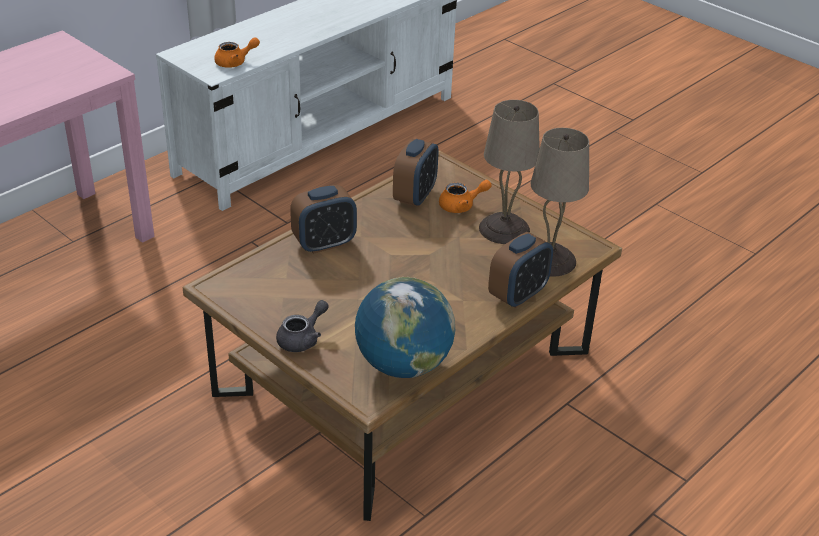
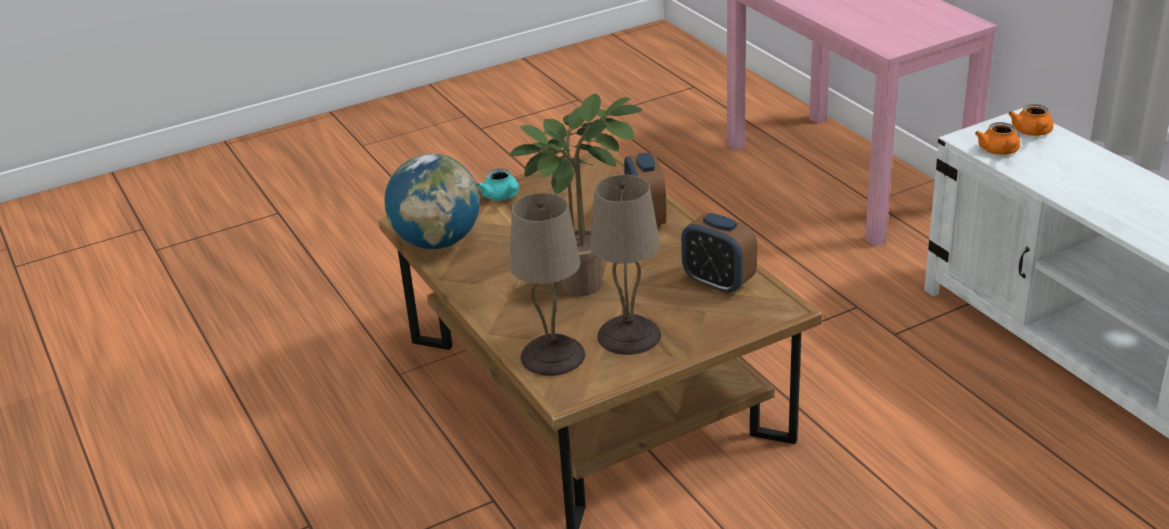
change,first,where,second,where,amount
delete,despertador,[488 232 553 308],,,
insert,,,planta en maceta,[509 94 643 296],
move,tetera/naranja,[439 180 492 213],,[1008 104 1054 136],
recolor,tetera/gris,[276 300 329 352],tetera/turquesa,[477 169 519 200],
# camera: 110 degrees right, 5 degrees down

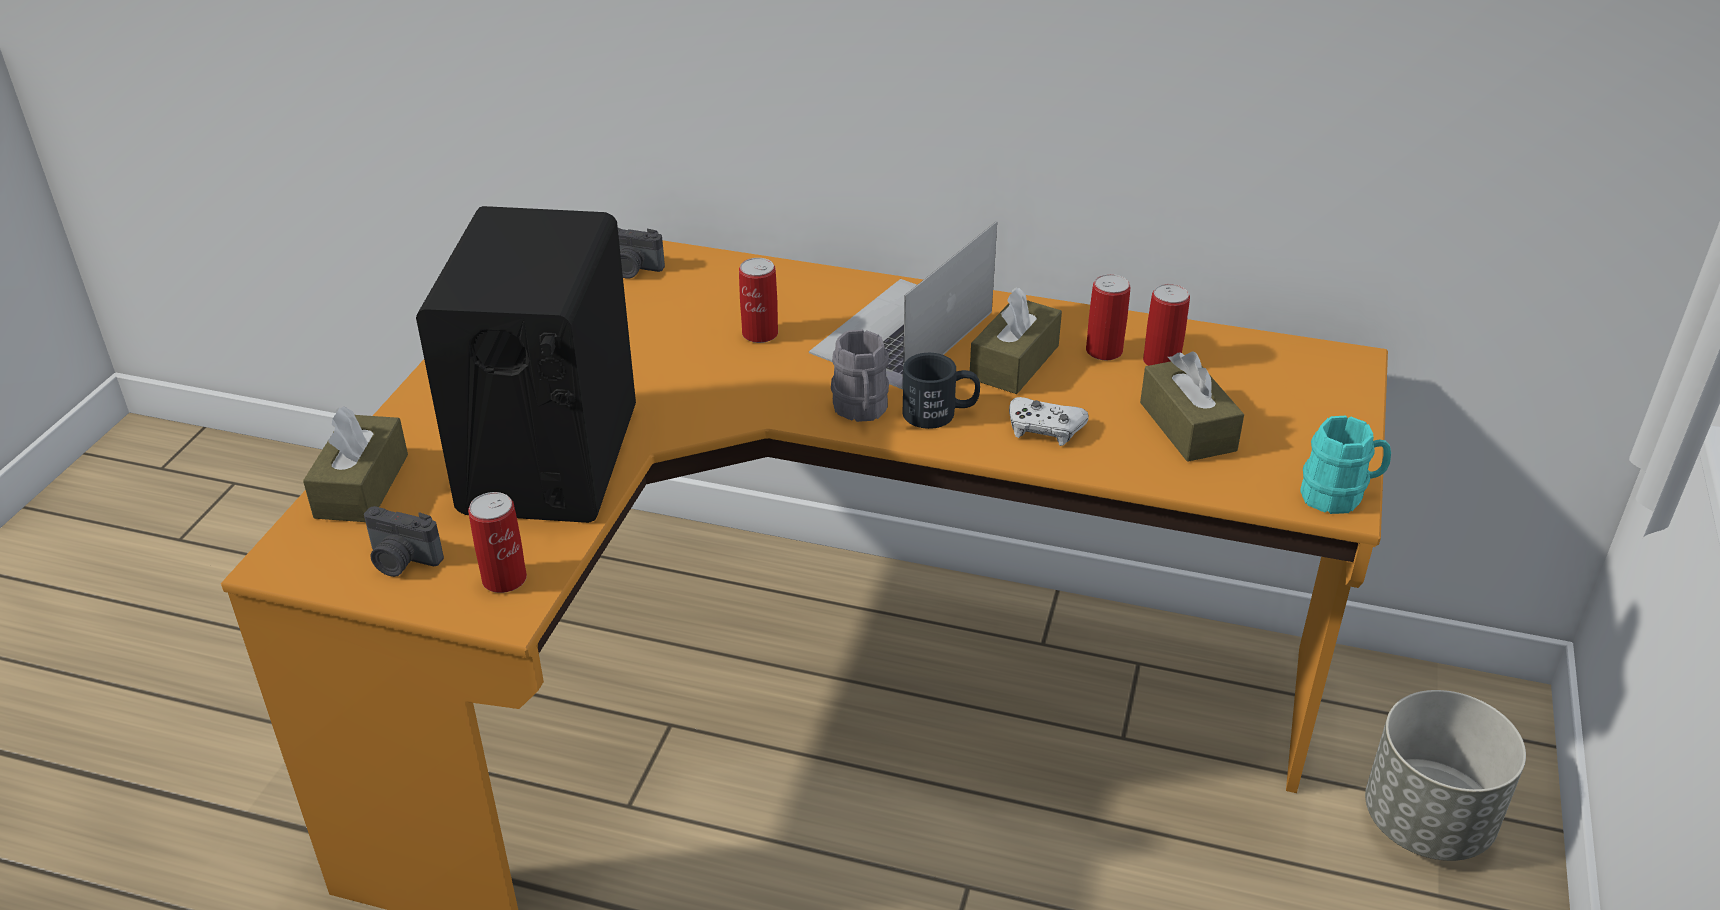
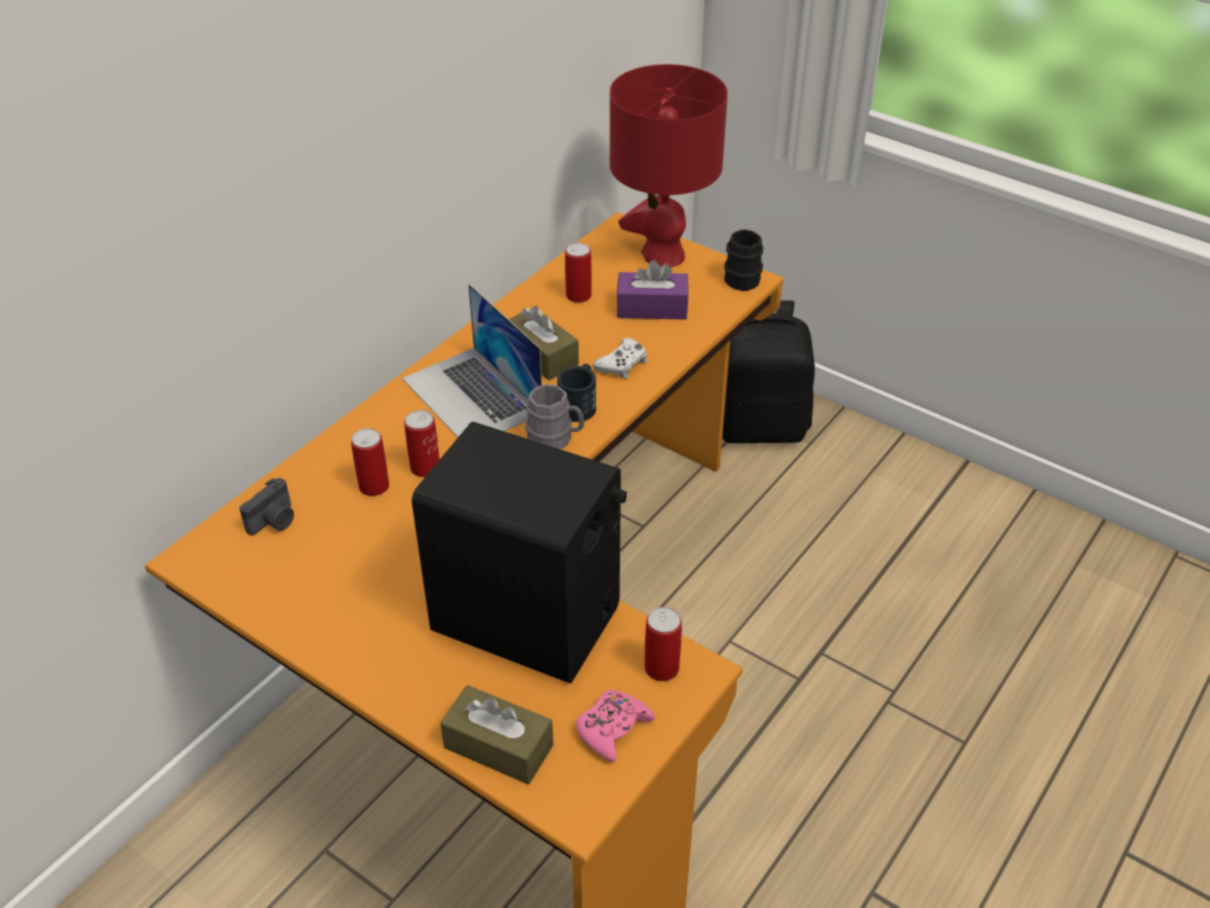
change,first,where,second,where,amount
insert,,,lámpara de mesa/rojo,[610 64 728 268],
move,lata,[1086 274 1131 361],,[351 428 389 496],
replace,cámara,[364 506 444 577],mando de consola/rosa,[576 690 655 763],
replace,maceta/gris,[1365 690 1526 861],mochila/negro,[722 300 815 443],
recolor,caja de pañuelos/marrón,[1140 351 1244 462],caja de pañuelos/morado,[616 260 689 320],
recolor,taza grande/turquesa,[1301 416 1391 514],taza grande/negro,[724 229 763 291],
# camera: 70 degrees left, 5 degrees up

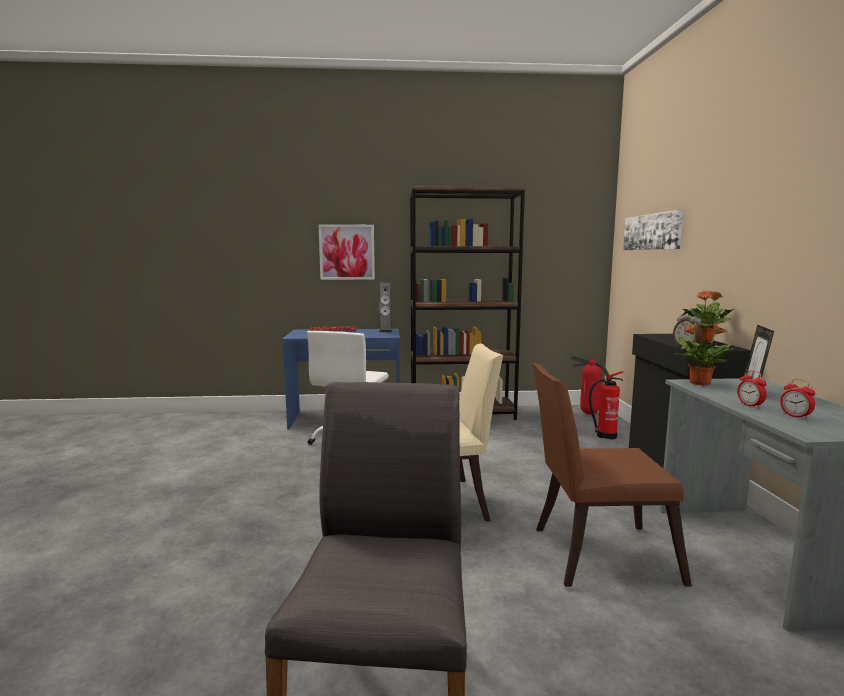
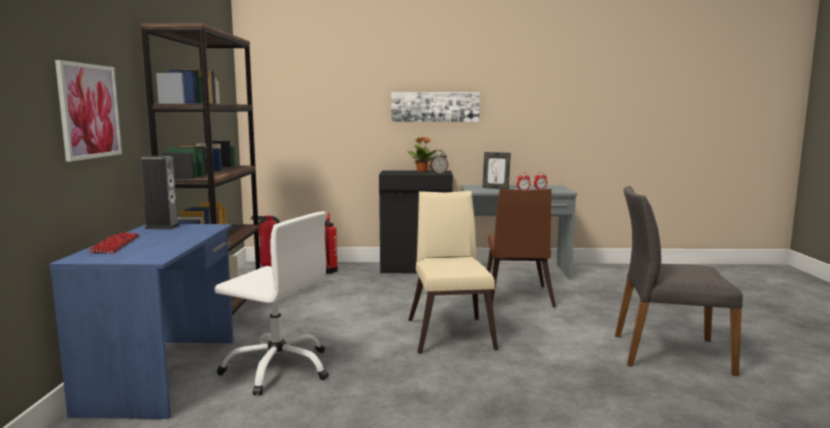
change,first,where,second,where,amount
delete,planta en maceta,[675 323 733 386],,,
move,cuadro,[623 210 683 250],,[391 92 480 122],
# camera: 85 degrees left, 0 degrees up

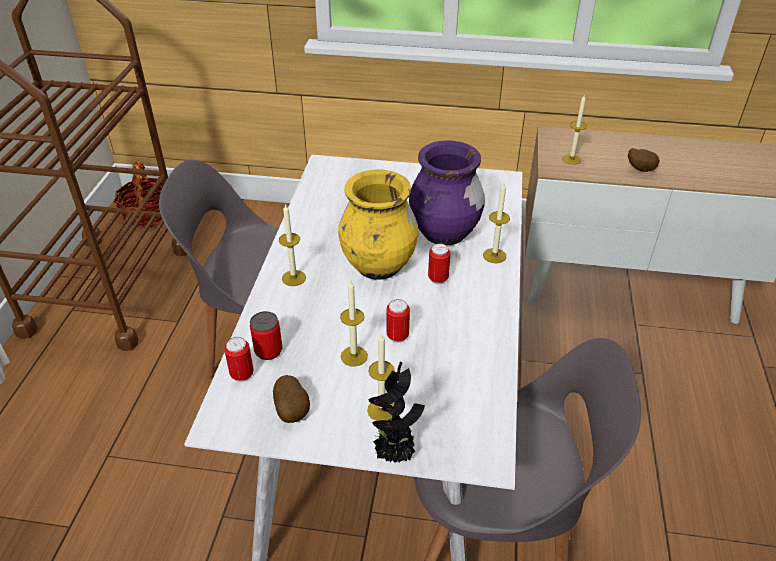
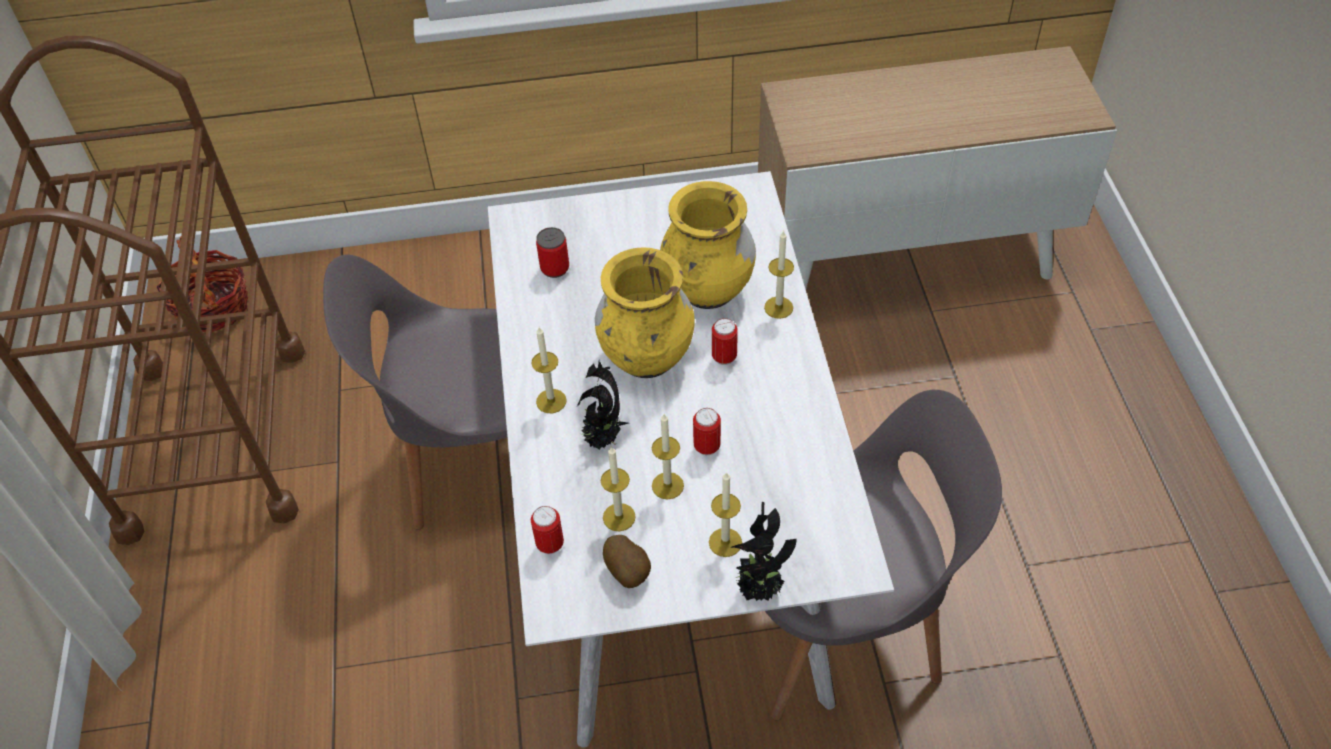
change,first,where,second,where,amount
delete,patata,[628 148 660 172],,,
insert,,,planta en maceta,[577 359 629 450],
move,lata,[250 311 283 360],,[536 227 569 278],
move,vela,[562 94 587 165],,[601 446 636 532],
recolor,florero/morado,[409 140 485 246],florero/amarillo,[660 181 756 309],
# camera: 15 degrees left, 10 degrees up

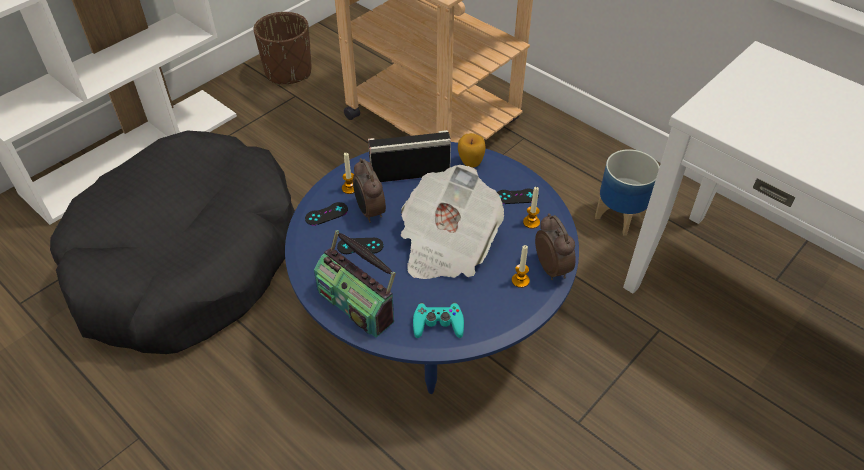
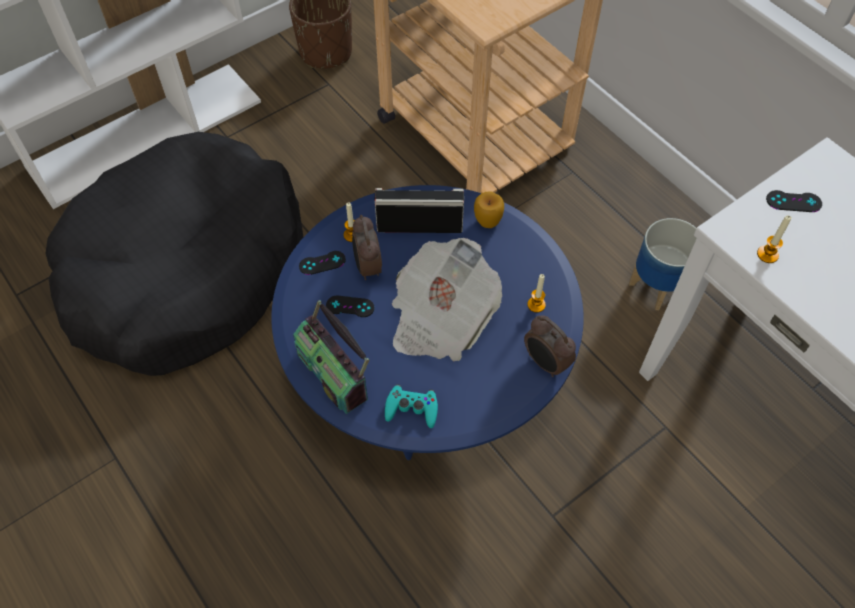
change,first,where,second,where,amount
move,mando de consola/negro,[497 188 539 204],,[766 190 822 212],
move,vela,[512 245 530 288],,[757 216 792 263],
rotate,despertador,[535 213 576 280],,[524 315 576 377],150 degrees clockwise
# camera: 10 degrees right, 10 degrees up

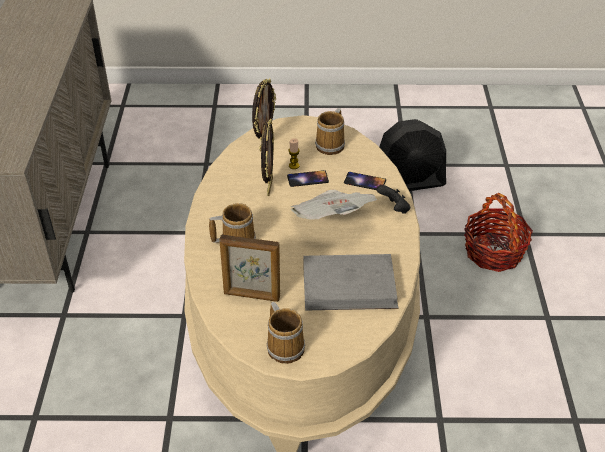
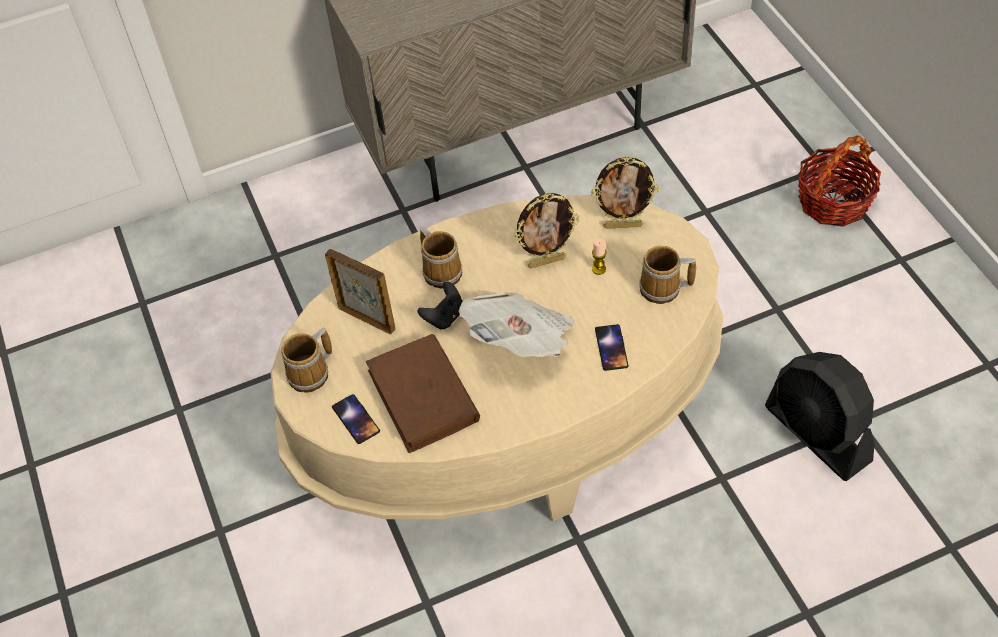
change,first,where,second,where,amount
move,móvil,[287 170 329 187],,[332 394 380 444],
move,mando de consola/negro,[377 185 410 214],,[418 282 463 329],
move,cesta,[464 193 533 272],,[798 135 881 227],
recolor,libro/gris,[303 254 398 310],libro/marrón,[366 334 480 453],
rotate,portarretratos,[219 234 280 302],,[325 249 395 334],135 degrees clockwise
# camera: 70 degrees right, 10 degrees up

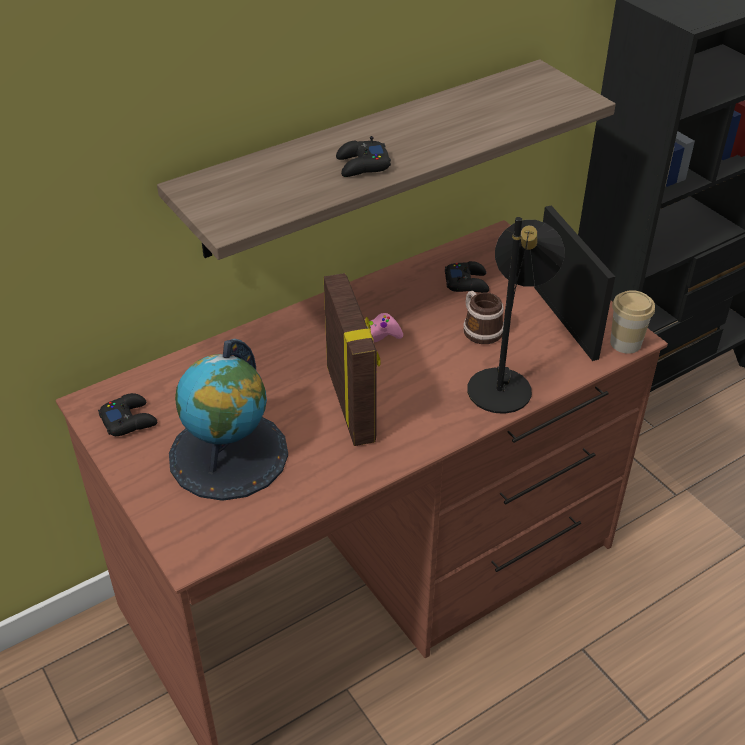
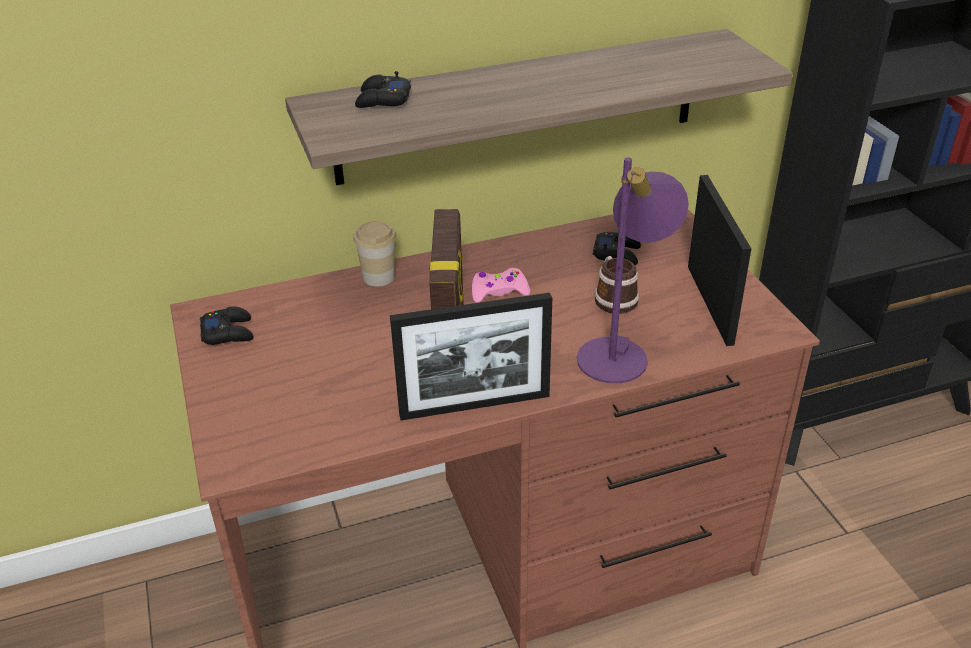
change,first,where,second,where,amount
delete,globo terráqueo,[169 339 288 501],,,
insert,,,portarretratos,[390 293 552 420],
move,mando de consola/negro,[336 136 391 177],,[355 71 411 108],
move,taza,[610 290 655 354],,[353 221 396 286],
recolor,lámpara de mesa/negro,[467 217 564 414],lámpara de mesa/morado,[577 157 689 383],
# camera: 15 degrees right, 5 degrees down

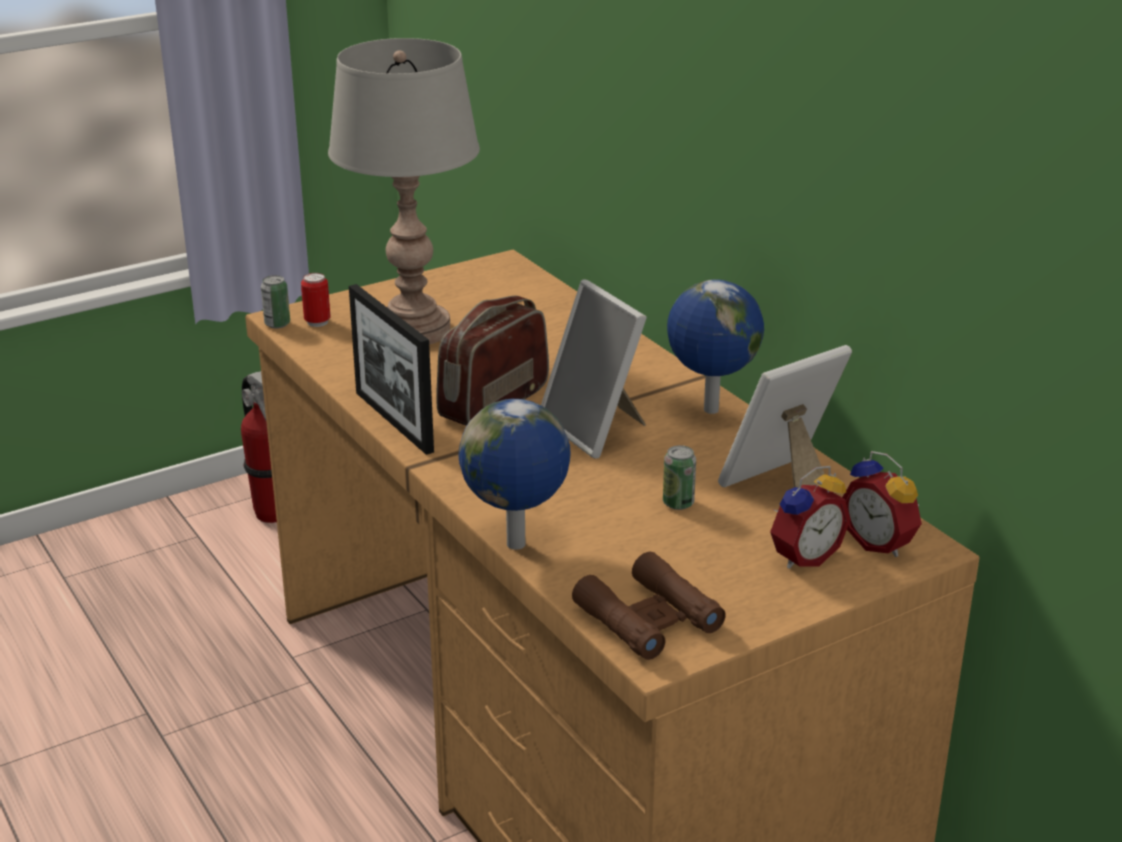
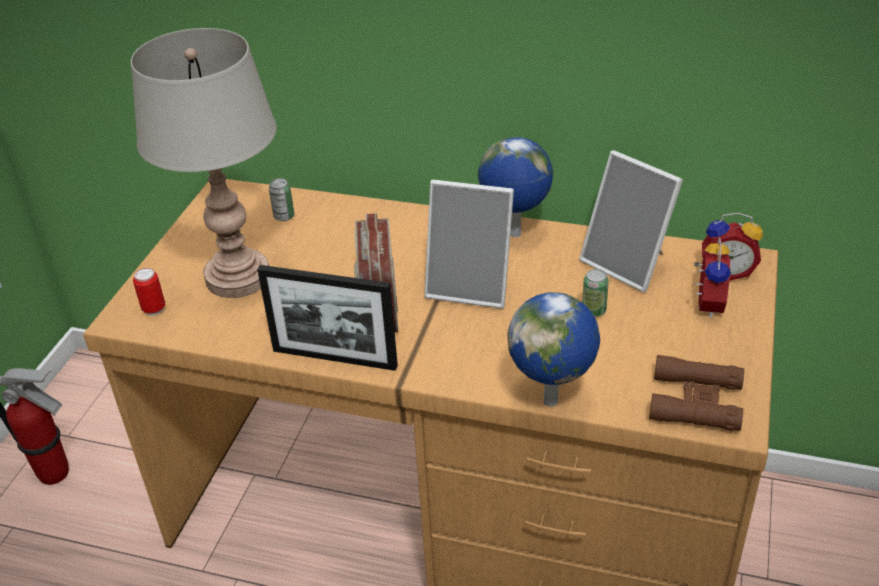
change,first,where,second,where,amount
move,lata,[261 275 290 328],,[269 178 294 221],
rotate,portarretratos,[718 345 852 488],,[579 150 683 292],60 degrees counterclockwise
# camera: 40 degrees left, 10 degrees up

